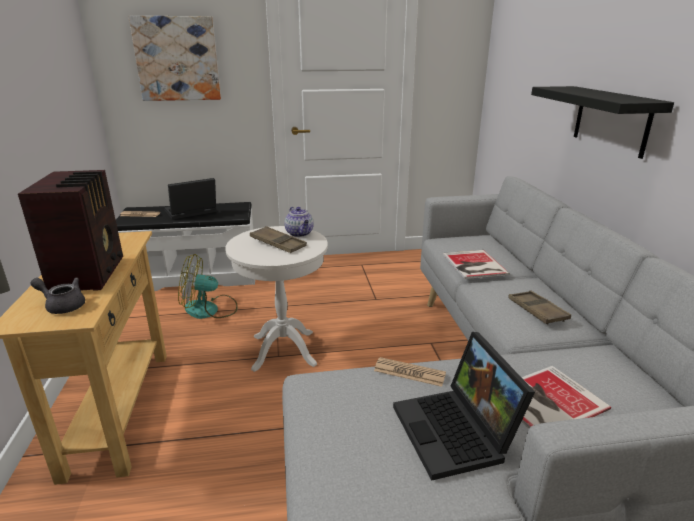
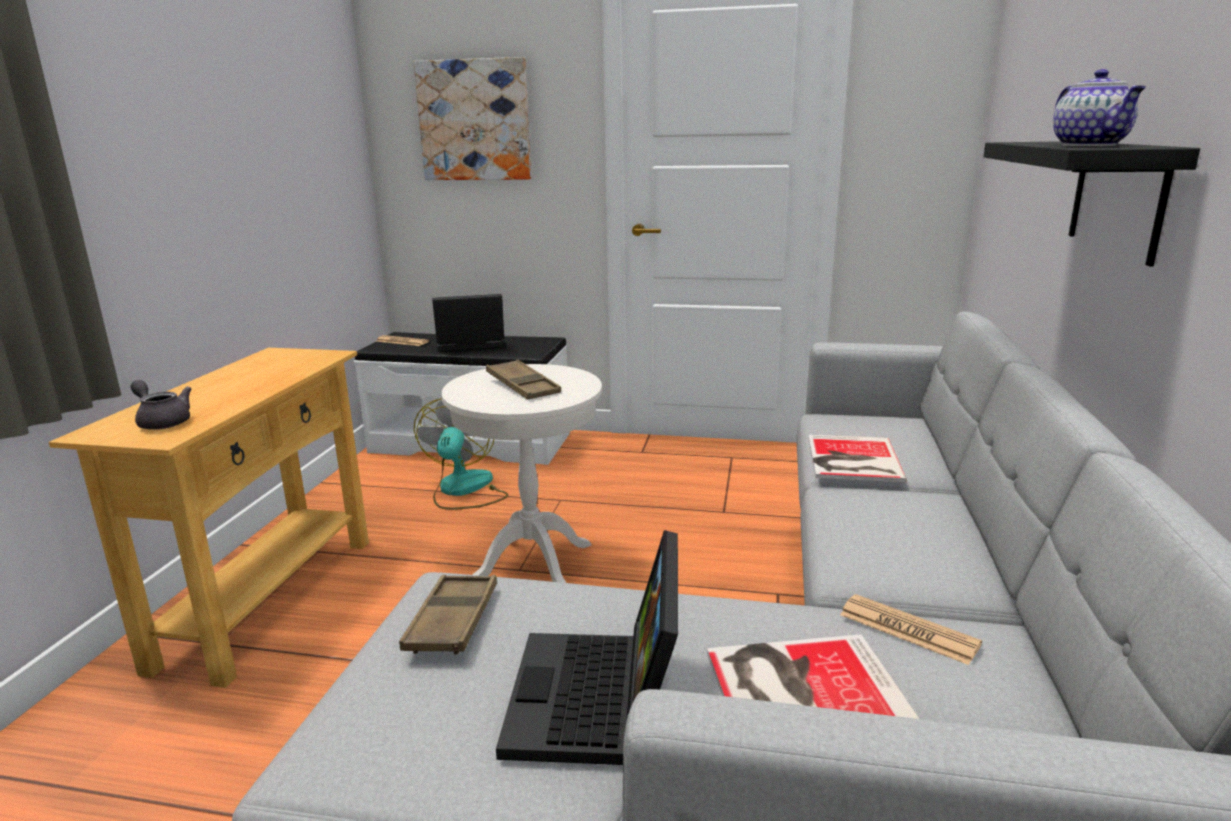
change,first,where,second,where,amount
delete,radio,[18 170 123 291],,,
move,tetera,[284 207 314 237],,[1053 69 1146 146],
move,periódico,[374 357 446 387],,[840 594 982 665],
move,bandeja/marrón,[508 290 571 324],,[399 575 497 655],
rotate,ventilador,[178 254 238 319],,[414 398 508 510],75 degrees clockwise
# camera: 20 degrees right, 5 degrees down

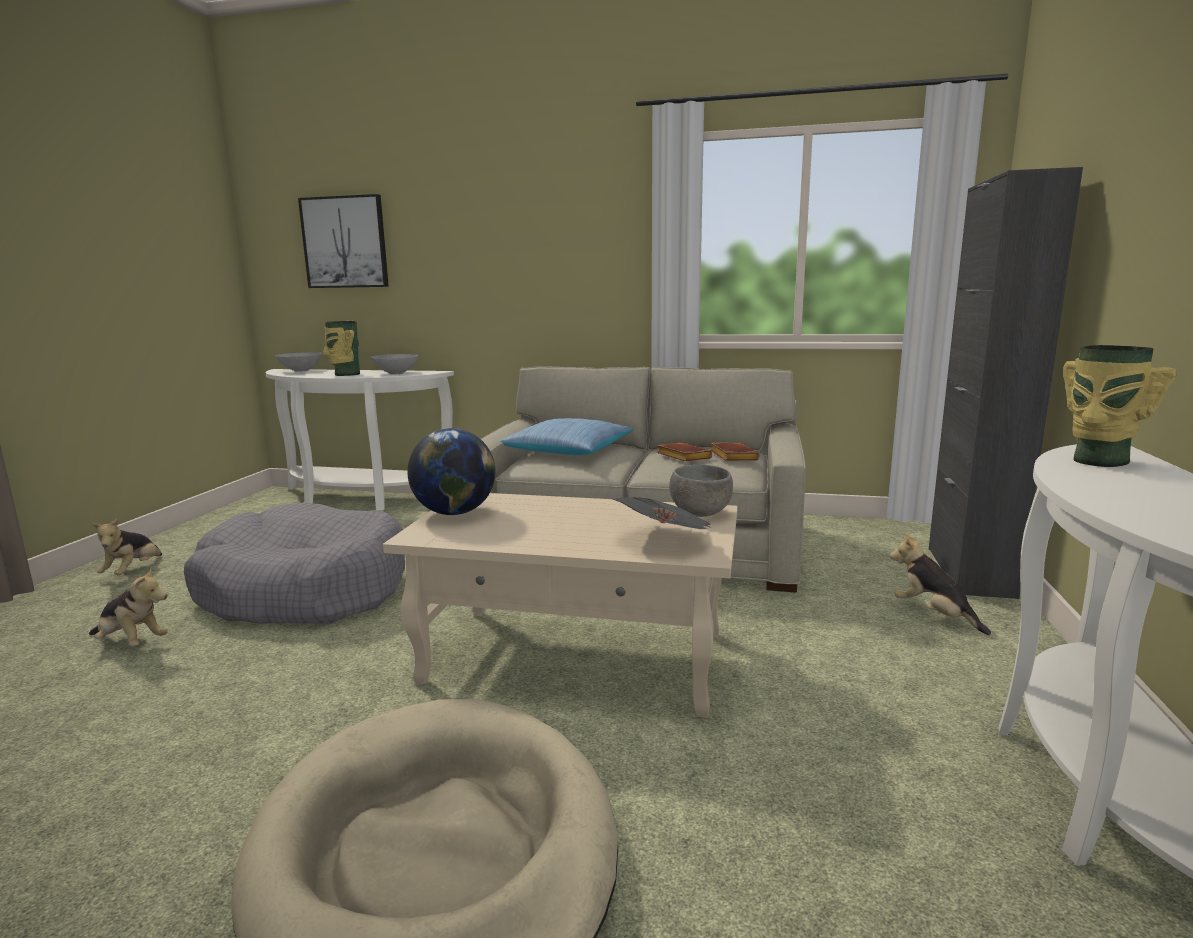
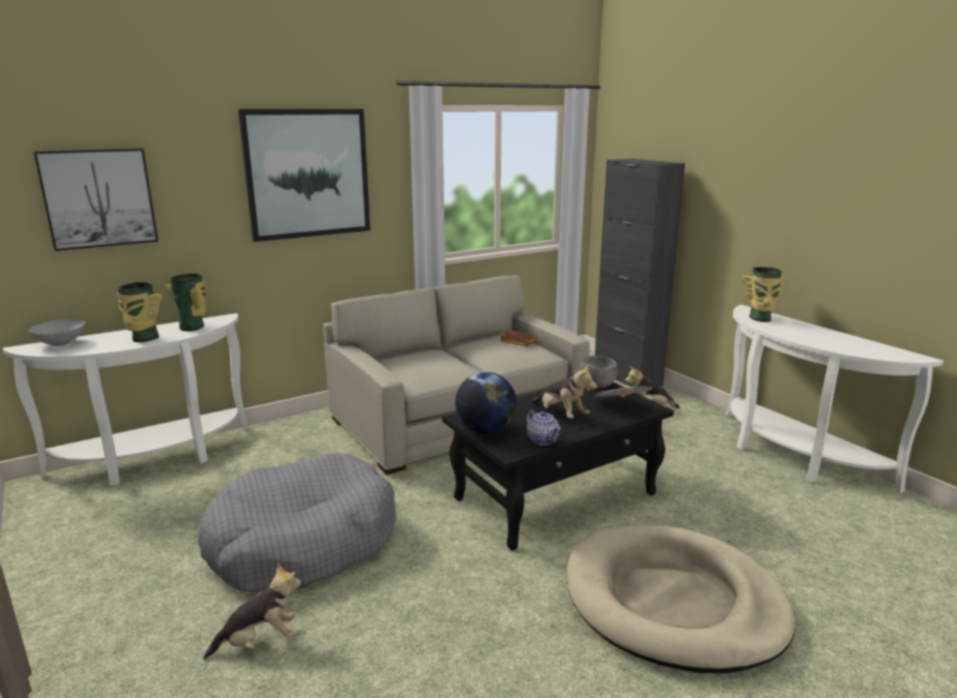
change,first,where,second,where,amount
delete,cojín,[499 418 633 455],,,
delete,libro/marrón,[657 443 712 461],,,
insert,,,cuadro,[238 109 370 242],
insert,,,tetera,[526 410 561 445],
move,peluche,[92 518 162 575],,[531 364 597 418],
replace,cuenco/gris,[371 354 418 374],florero,[165 273 206 331],
recolor,mesa de centro/beis,[383 493 738 718],mesa de centro/negro,[442 382 674 550],
# camera: 45 degrees left, 5 degrees up

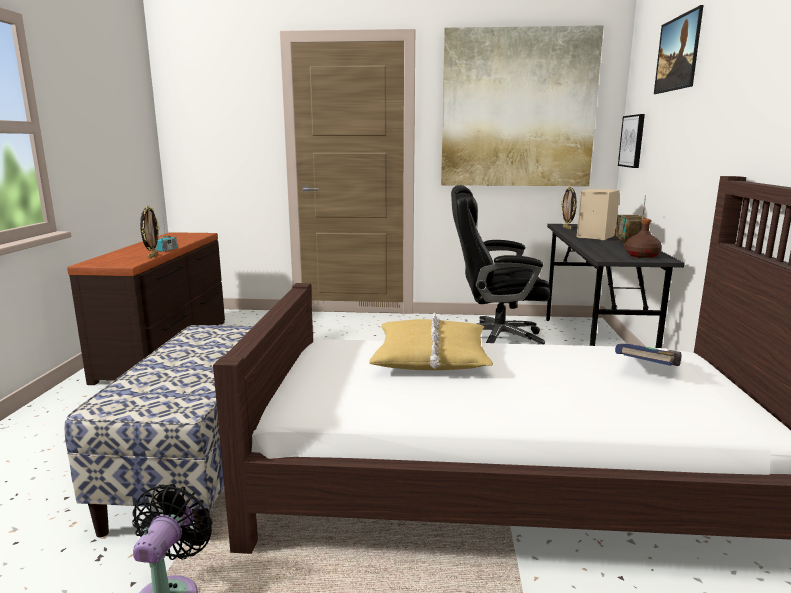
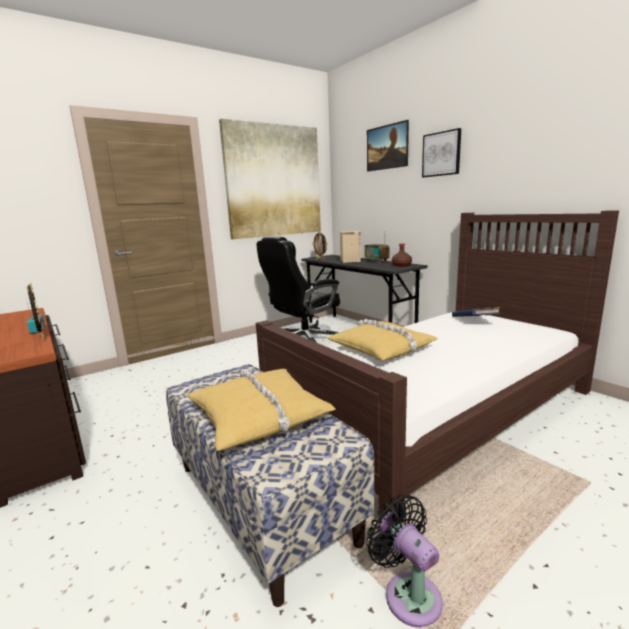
change,first,where,second,where,amount
insert,,,cojín/amarillo,[187 369 336 451],
move,cuadro,[618 114 645 168],,[422 128 461 177],
# camera: 40 degrees left, 0 degrees up

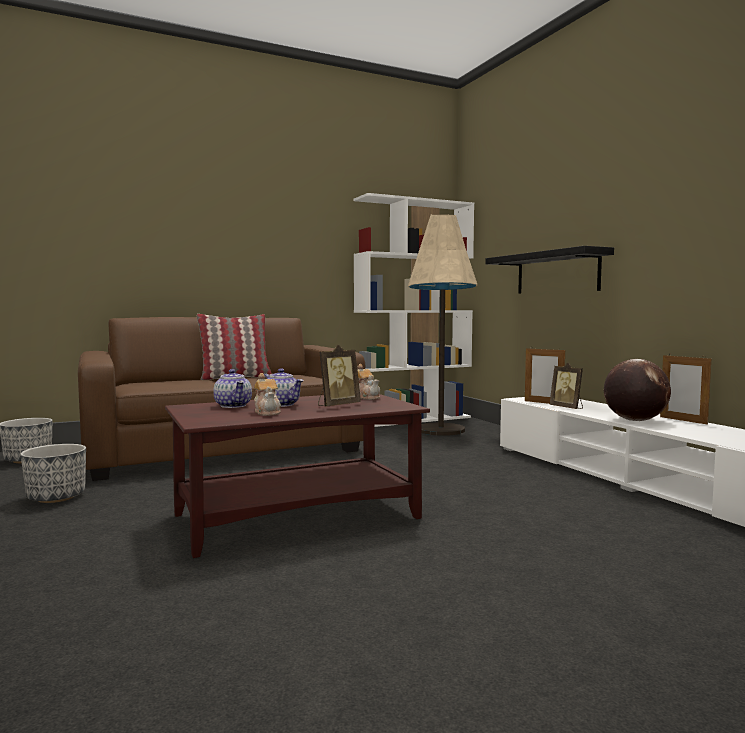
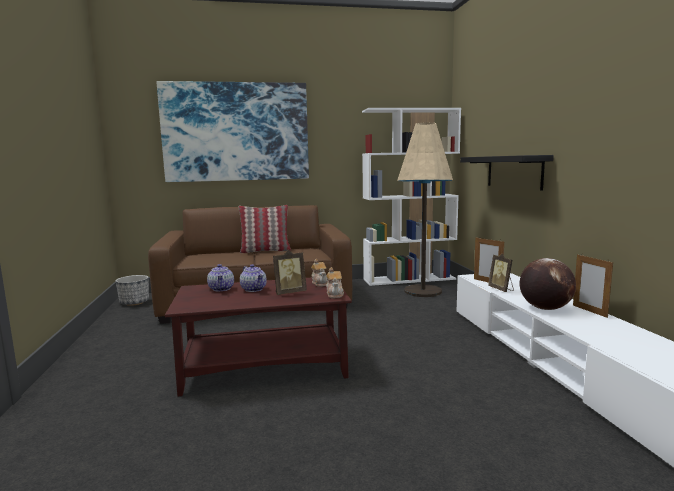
change,first,where,second,where,amount
delete,maceta,[20 444 86 503],,,
insert,,,cuadro,[156 81 309 182],
move,tetera,[254 373 281 416],,[326 267 344 298],
# camera: 15 degrees right, 5 degrees up

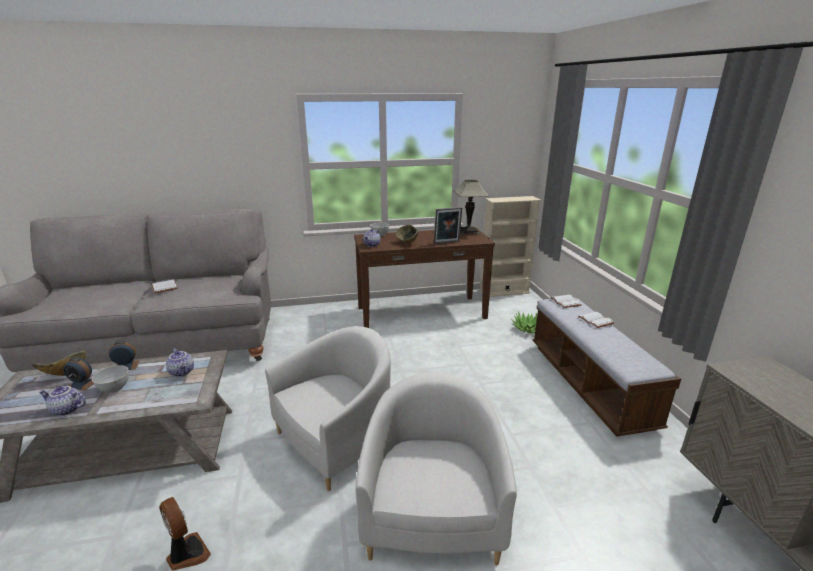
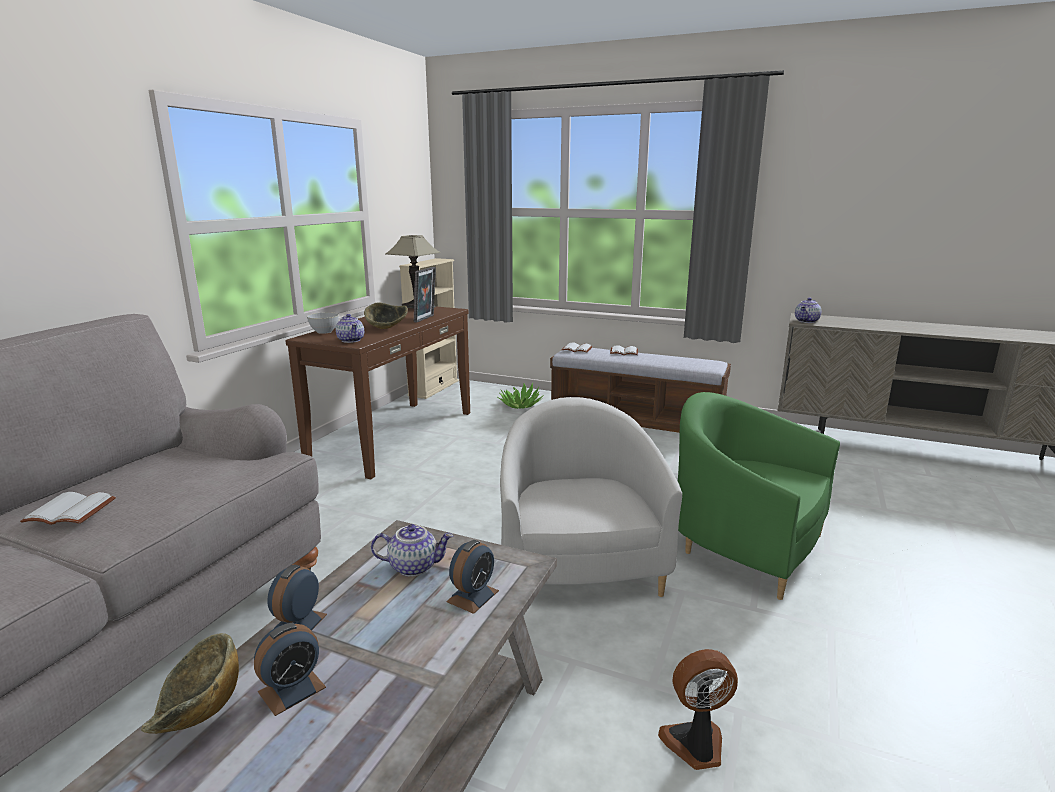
change,first,where,second,where,amount
delete,cuenco/gris,[92 365 129 393],,,
insert,,,despertador,[446 540 499 614],
move,tetera,[38 386 86 416],,[795 298 821 323],
recolor,sillón/blanco,[355 372 517 565],sillón/verde,[678 392 840 600],
# camera: 55 degrees left, 5 degrees down

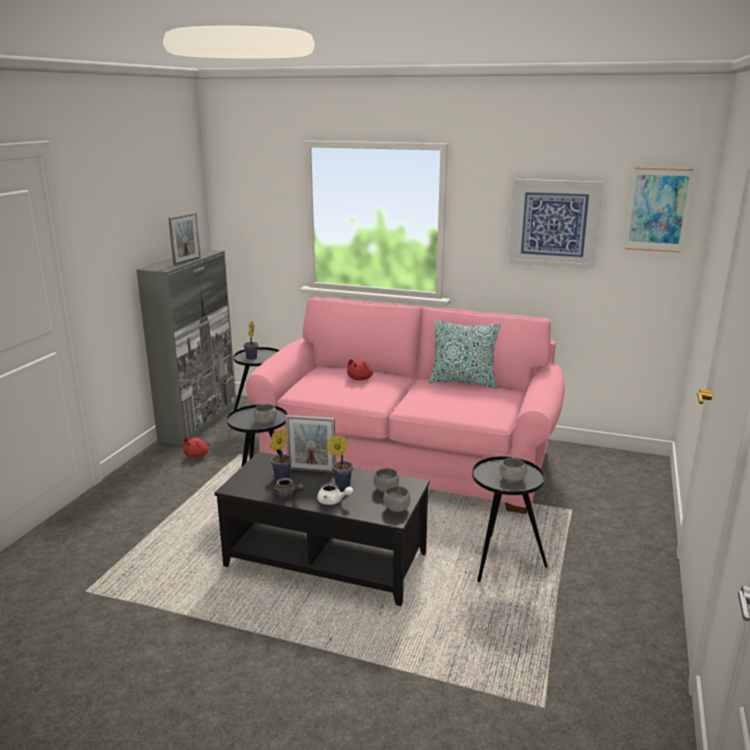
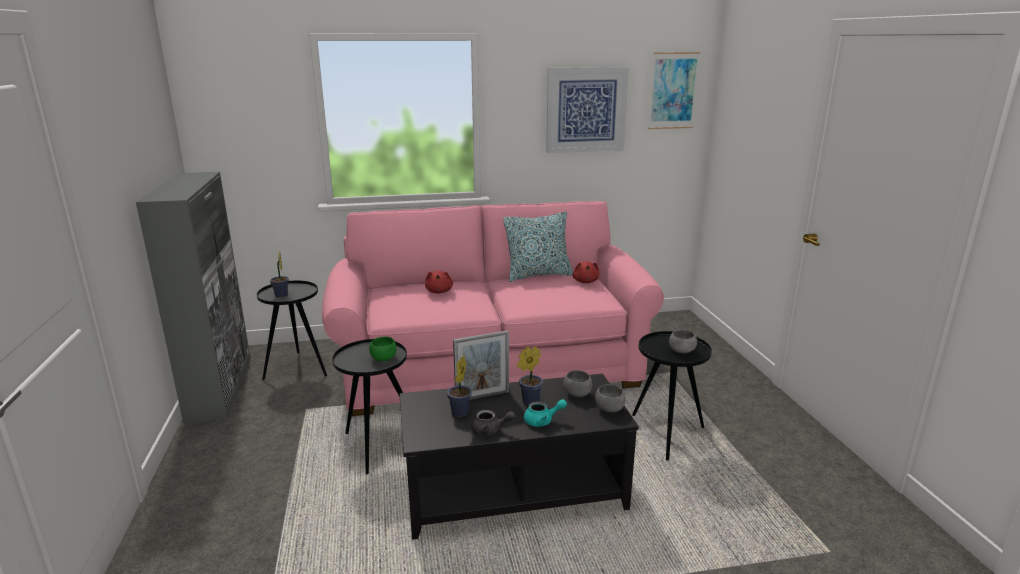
change,first,where,second,where,amount
delete,portarretratos,[169 213 201 265],,,
move,peluche/rojo,[183 437 210 457],,[572 261 600 283],
recolor,cuenco/gris,[254 404 277 424],cuenco/verde,[369 336 397 361],
recolor,tetera/blanco,[317 483 353 505],tetera/turquesa,[524 399 567 427],
# camera: 30 degrees left, 0 degrees up

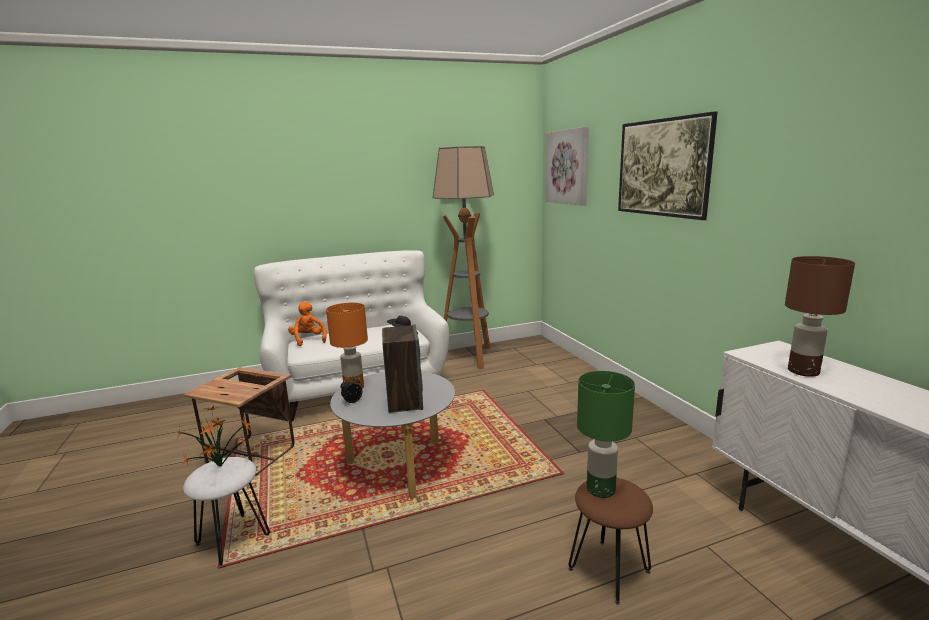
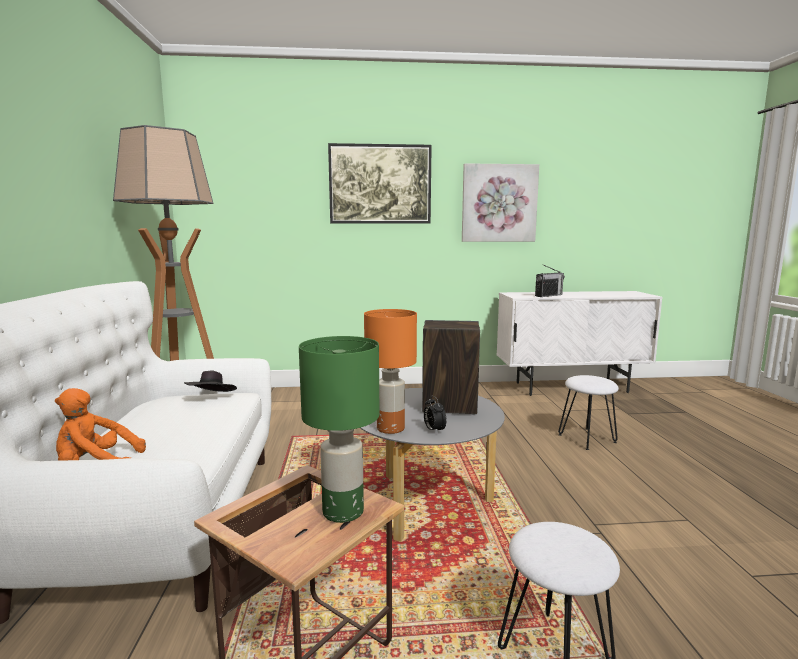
change,first,where,second,where,amount
delete,planta en maceta,[177 406 253 467],,,
move,cuadro,[546 127 589 206],,[462 163 539 242],
move,lámpara de mesa/verde,[577 371 635 498],,[299 336 379 523],
replace,lámpara de mesa/marrón,[785 256 855 377],radio,[535 264 565 297],
recolor,taburete/marrón,[568 478 653 605],taburete/blanco,[558 375 619 450],
# camera: 75 degrees left, 5 degrees down

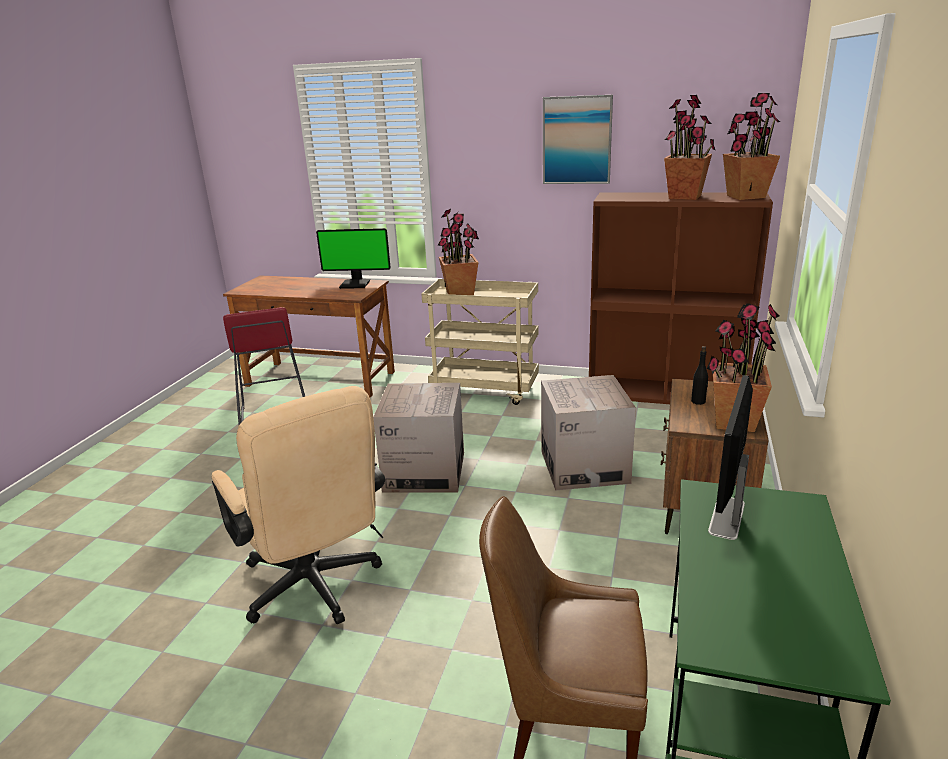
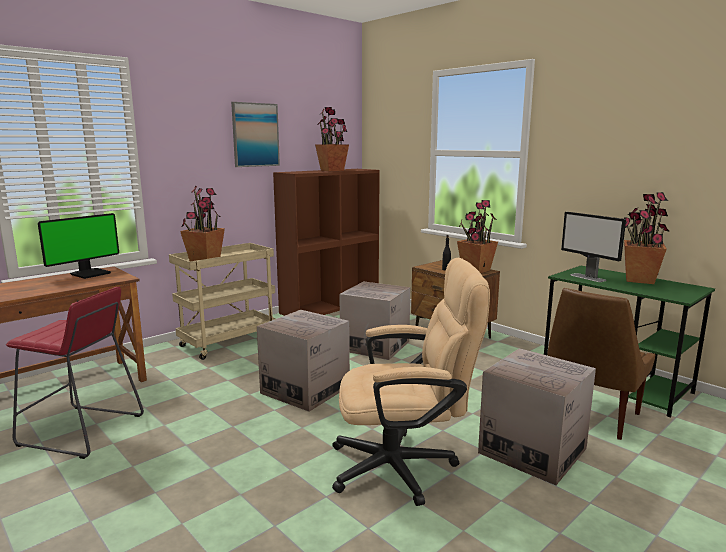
change,first,where,second,where,amount
insert,,,caja de cartón,[478 348 596 485],
move,planta en maceta,[723 93 780 200],,[624 192 670 284],
# camera: 60 degrees left, 10 degrees down

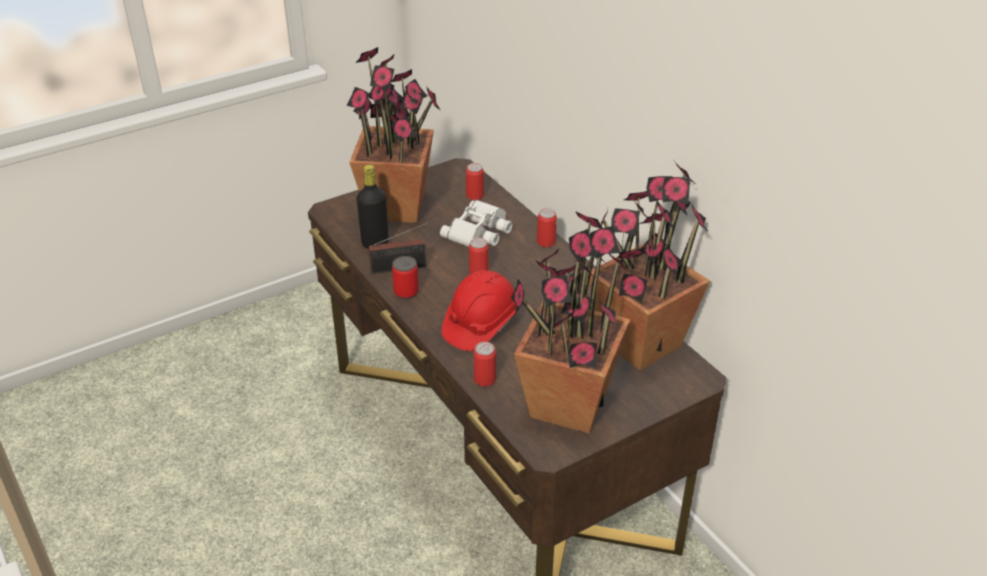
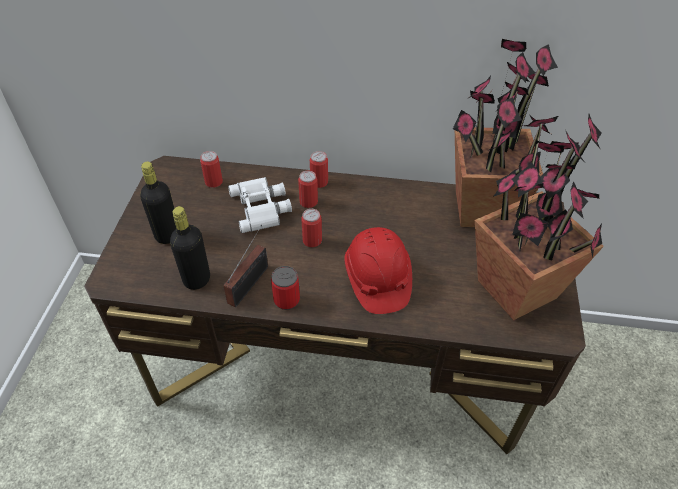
change,first,where,second,where,amount
move,lata,[474 342 496 386],,[298 171 318 208],
replace,planta en maceta,[347 47 441 223],botella/negro,[140 162 177 244],
# camera: 50 degrees left, 10 degrees up

